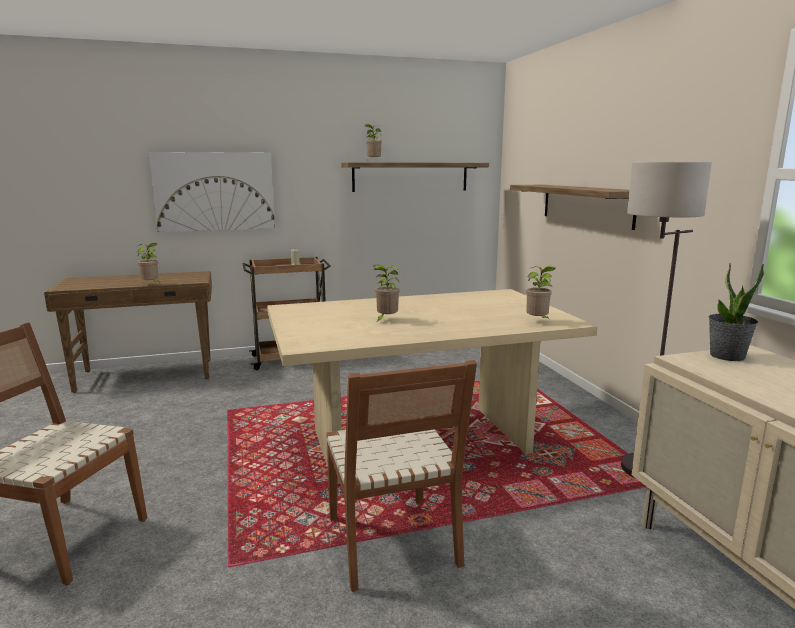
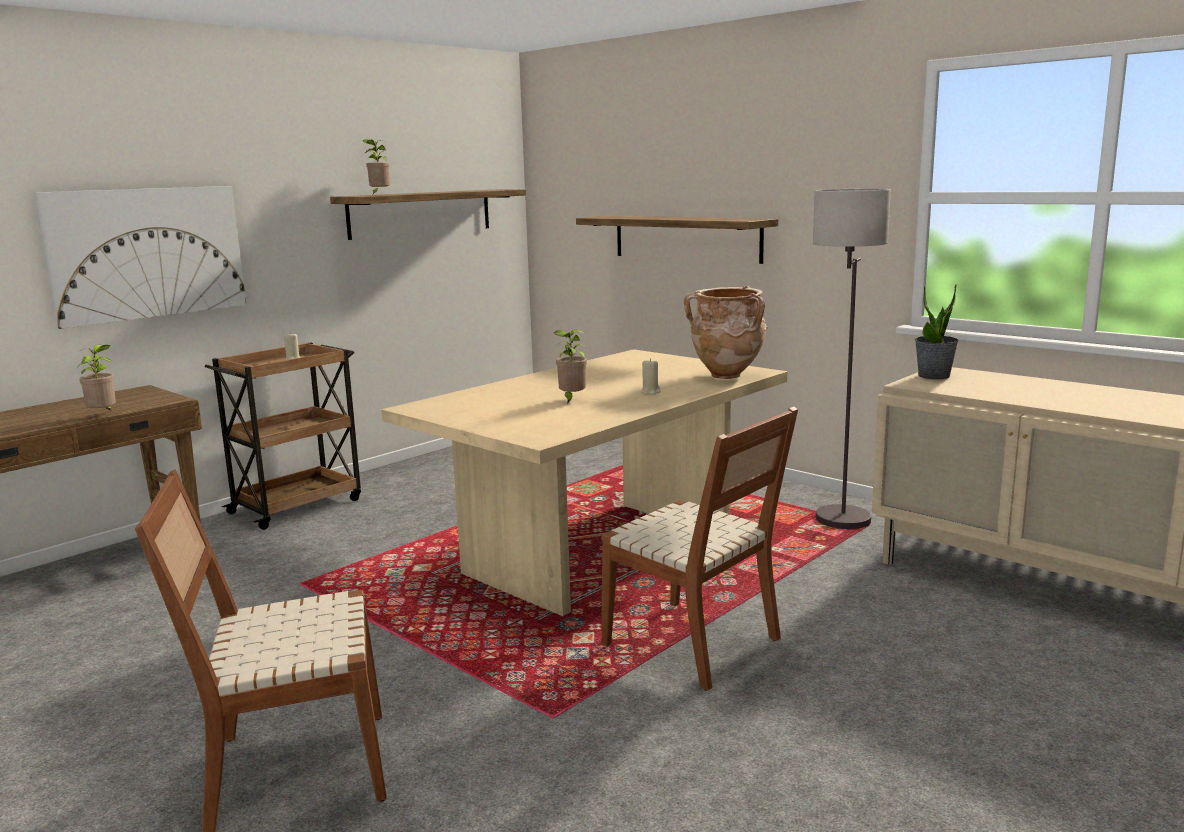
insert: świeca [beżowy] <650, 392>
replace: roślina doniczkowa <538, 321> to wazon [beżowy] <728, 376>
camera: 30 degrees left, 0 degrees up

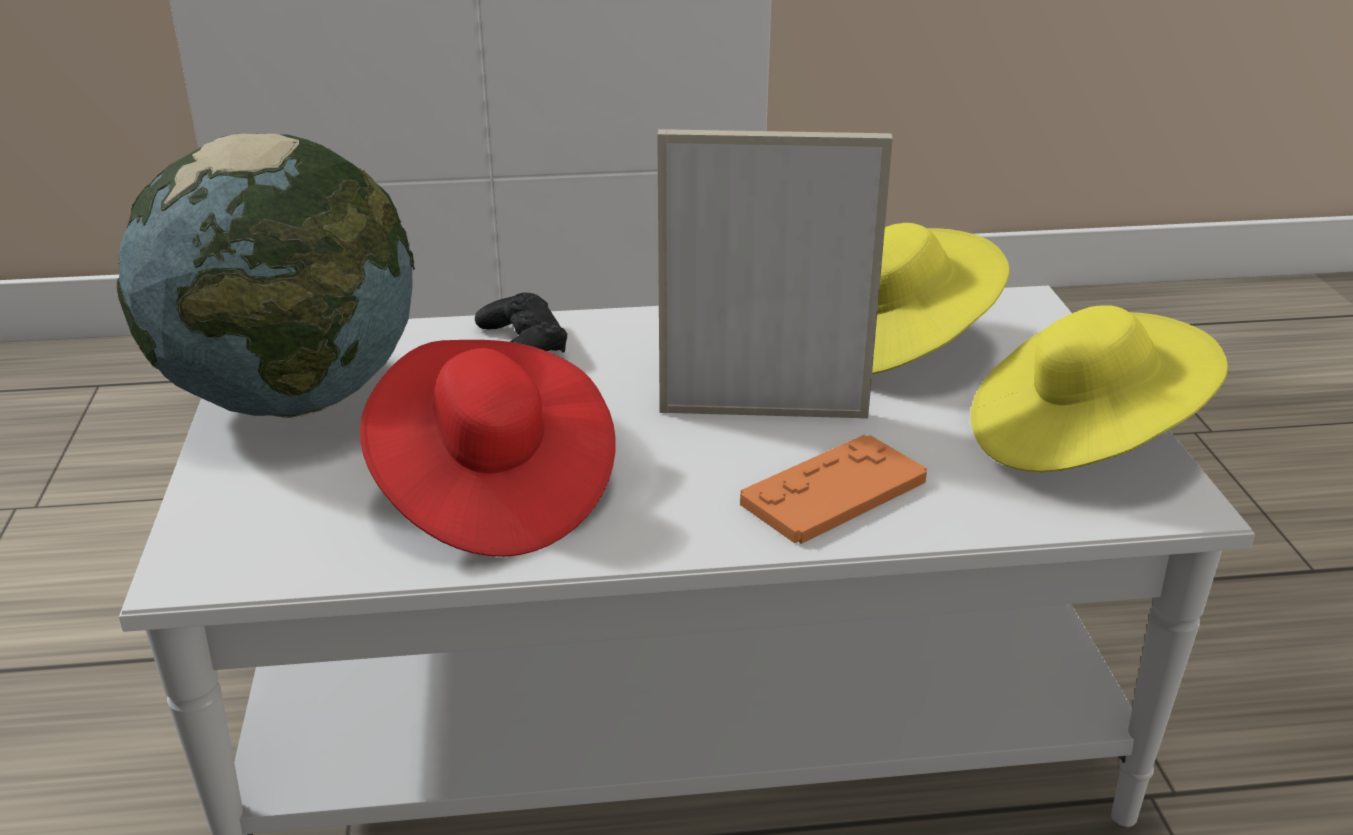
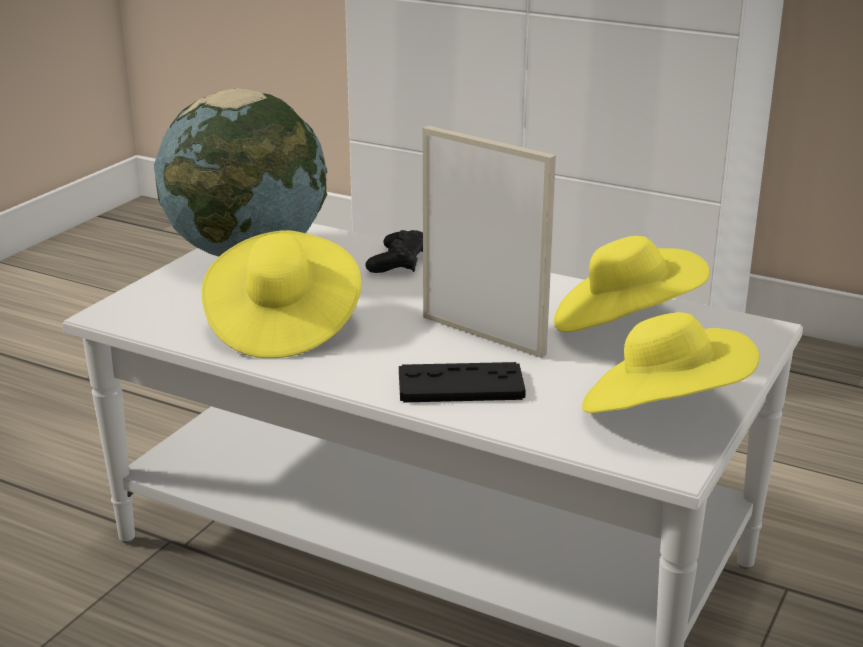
recolor: kapelusz [czerwony] <491, 491> to kapelusz [żółty] <282, 325>; pad do gier [pomarańczowy] <834, 491> to pad do gier [czarny] <460, 385>
camera: 35 degrees right, 5 degrees down

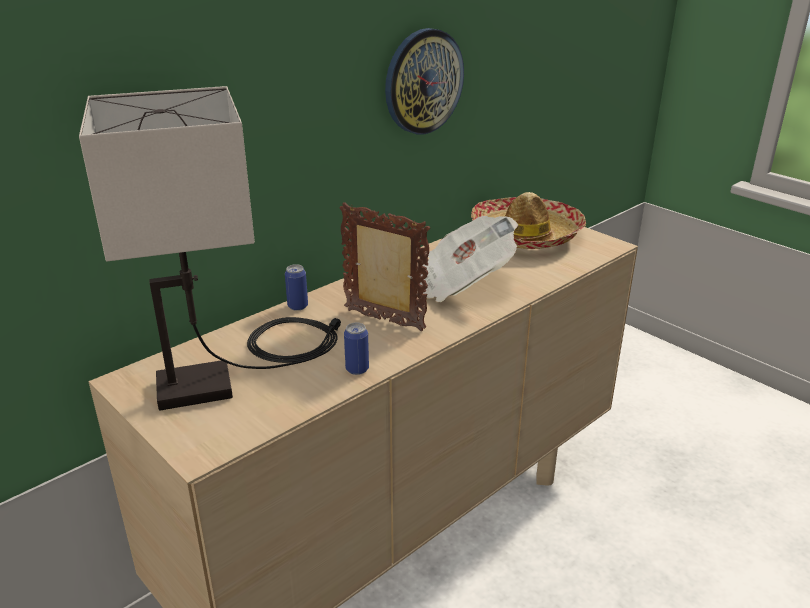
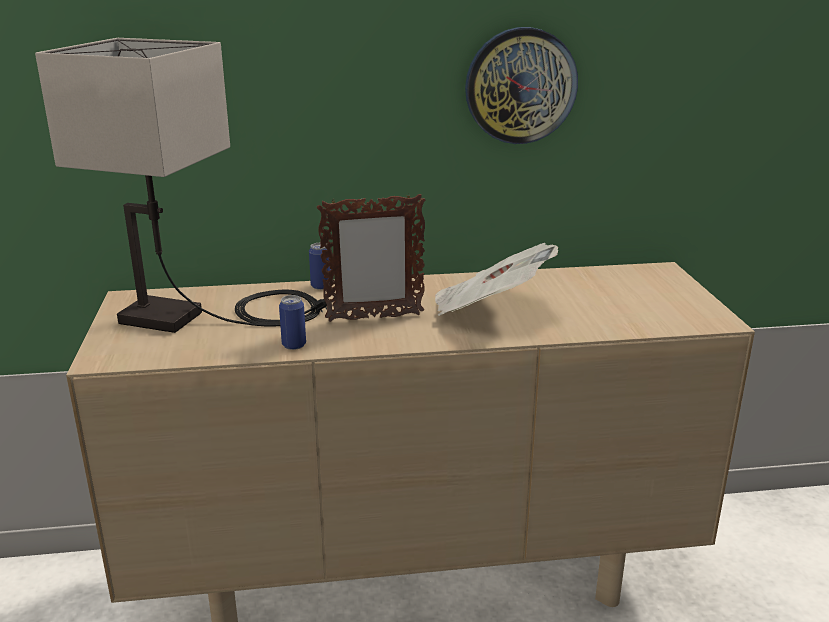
delete: kapelusz <526, 235>
rotate: ramka na zdjęcie <384, 321> = <373, 318> 105 degrees clockwise
camera: 35 degrees right, 5 degrees down

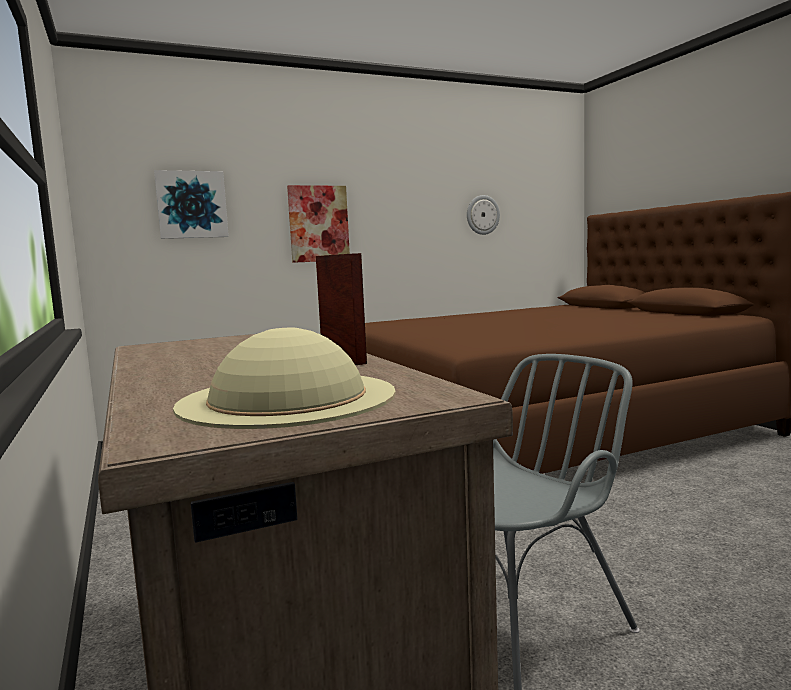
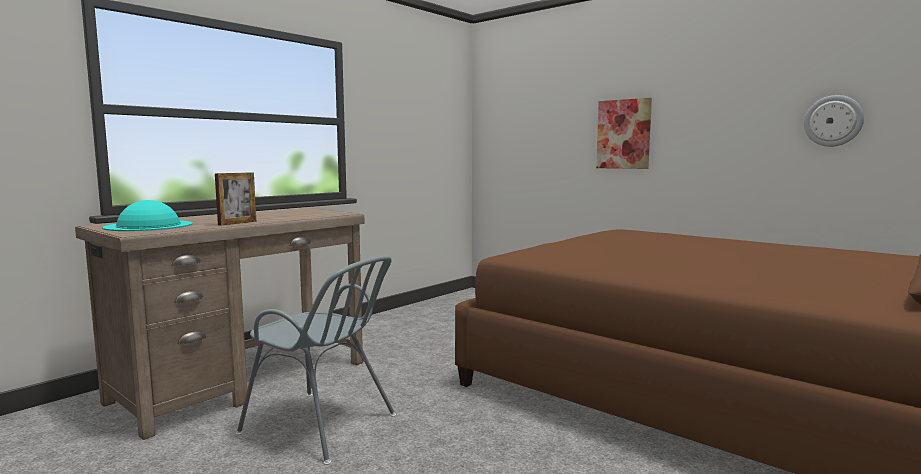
delete: obraz <191, 205>
recolor: kapelusz [beżowy] <287, 398> to kapelusz [turkusowy] <149, 225>
camera: 65 degrees right, 0 degrees up

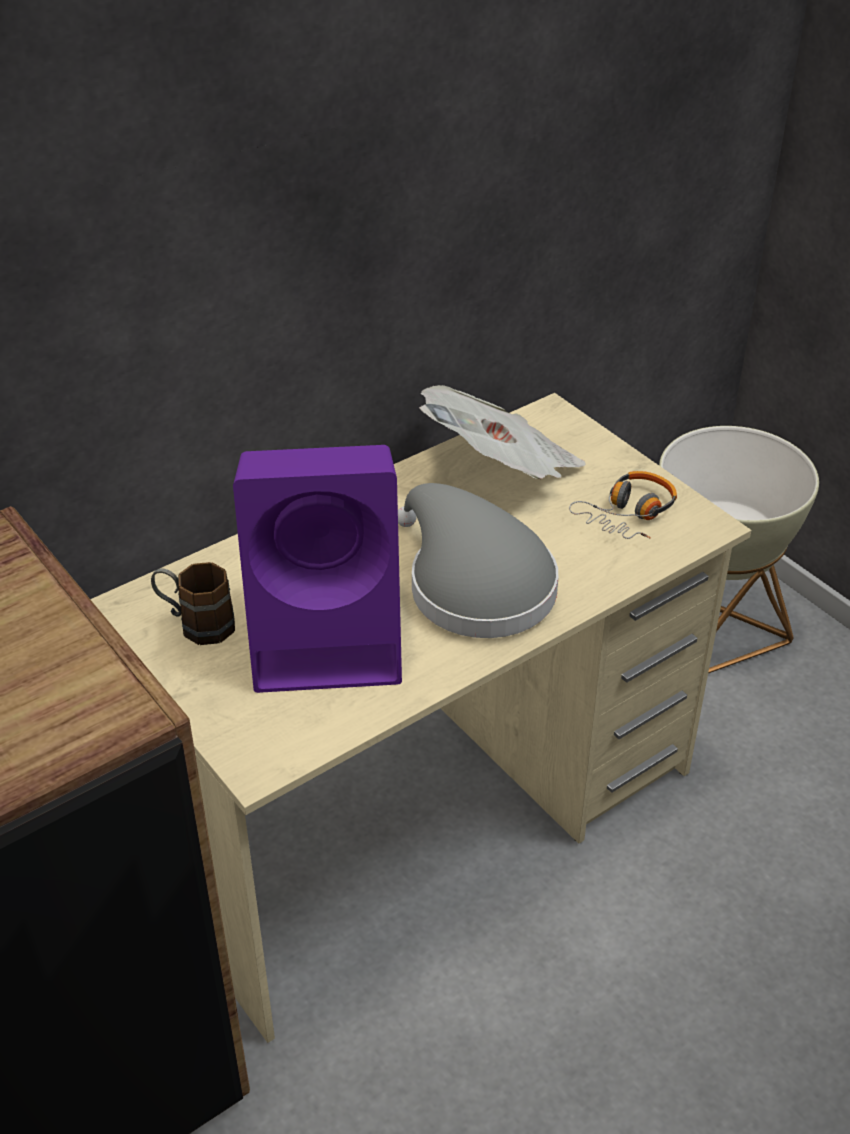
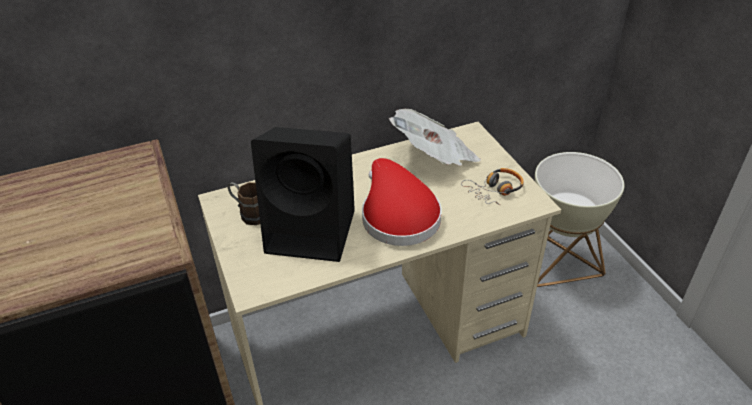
recolor: głośnik [fioletowy] <331, 637> to głośnik [czarny] <313, 231>; kapelusz [szary] <474, 584> to kapelusz [czerwony] <397, 215>
camera: 15 degrees right, 0 degrees up

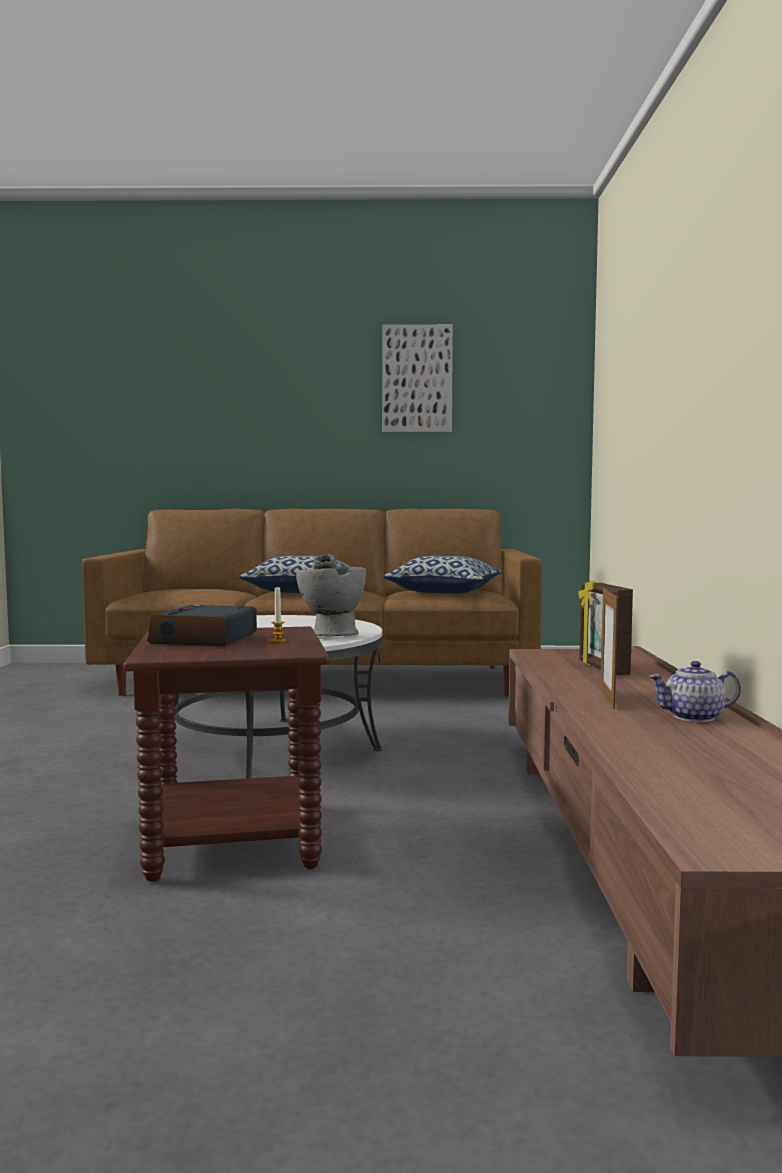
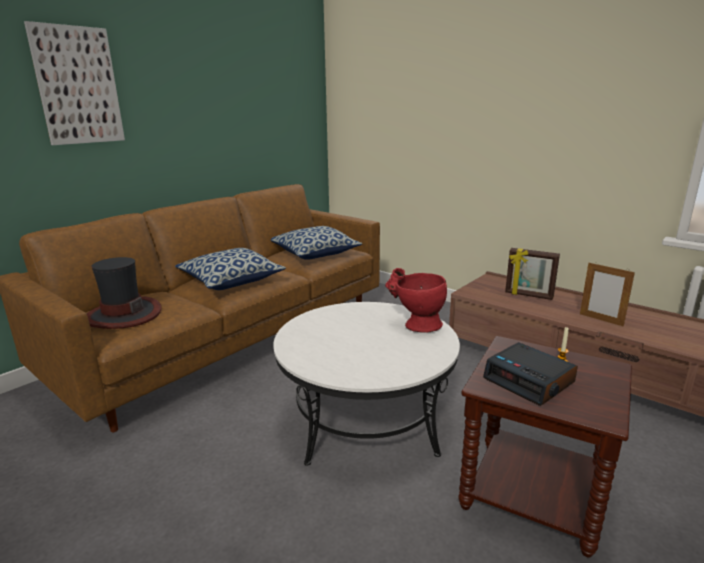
delete: imbryk <694, 717>
insert: kapelusz <123, 315>
move: obraz <417, 379> to <78, 86>
recolor: wazon [szary] <330, 634> to wazon [czerwony] <416, 326>
camera: 50 degrees left, 15 degrees up

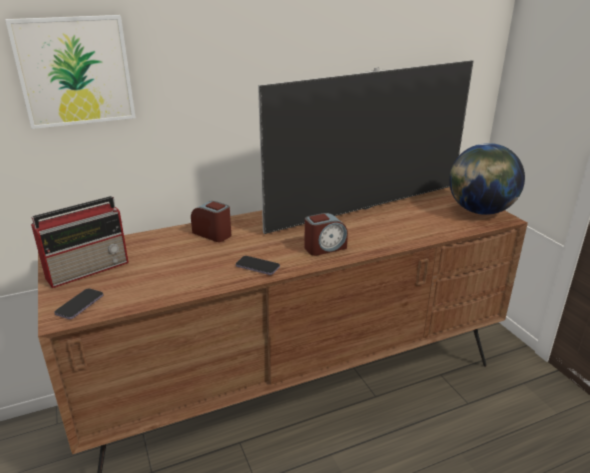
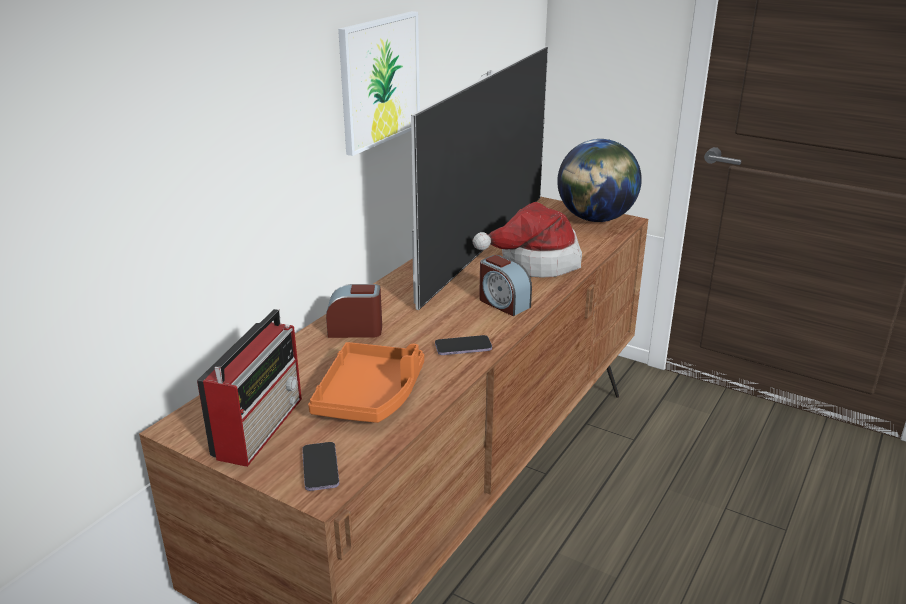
insert: kapelusz <534, 262>; taca [pomarańczowy] <370, 396>
move: obraz <75, 71> to <379, 81>
rotate: budzik <324, 248> = <503, 303> 105 degrees clockwise
camera: 35 degrees left, 0 degrees up

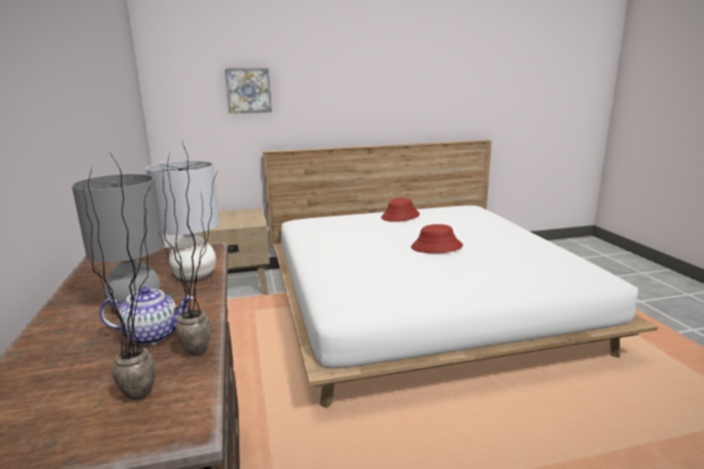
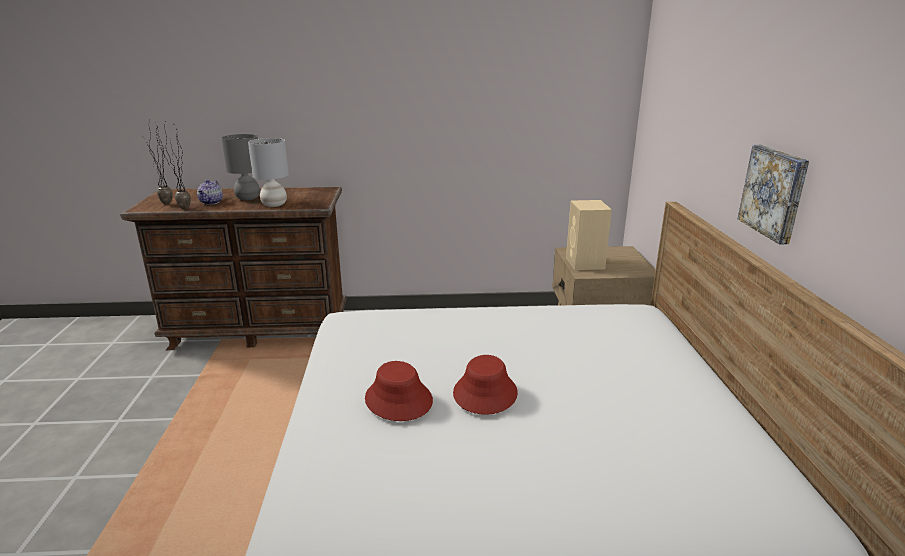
insert: głośnik [beżowy] <585, 263>
move: obraz <248, 90> to <775, 192>; kapelusz [czerwony] <400, 216> to <398, 400>
camera: 100 degrees right, 5 degrees up

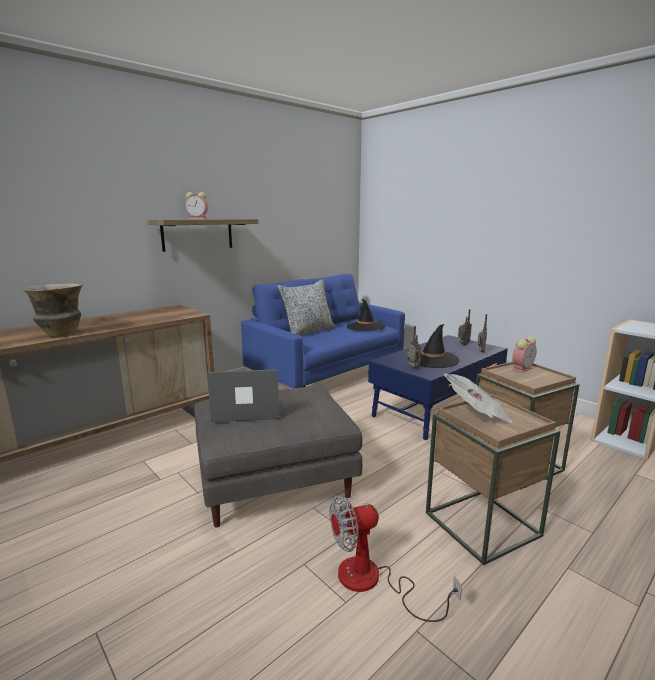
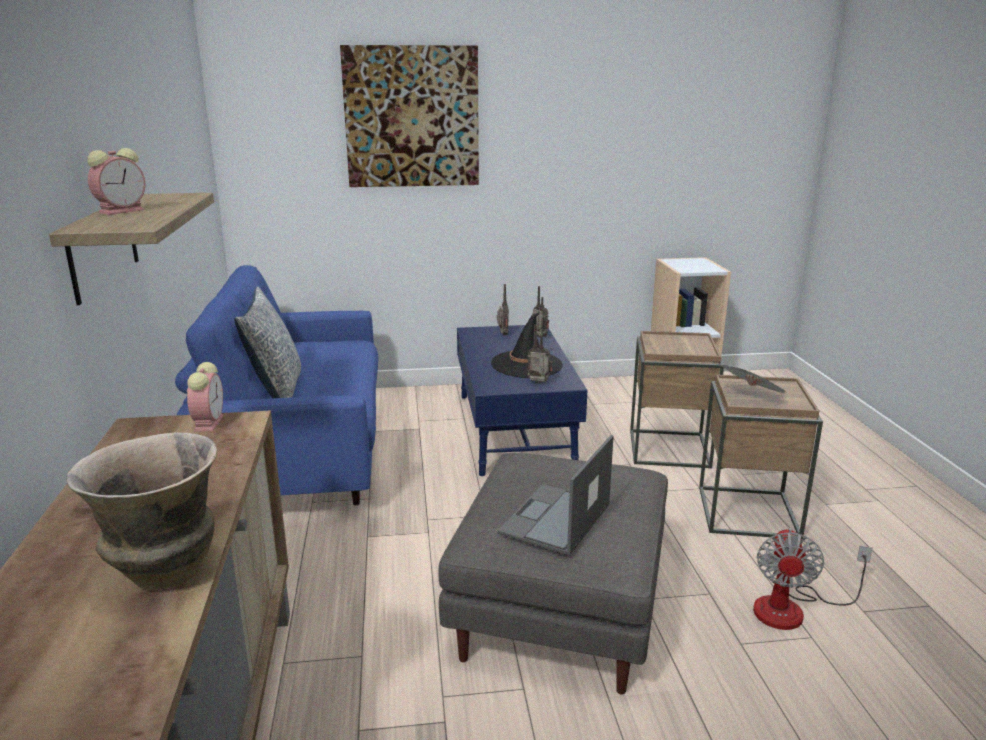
delete: kapelusz [czarny] <365, 326>
insert: obraz <412, 117>
move: budzik <522, 369> to <208, 422>
camera: 55 degrees left, 5 degrees up

